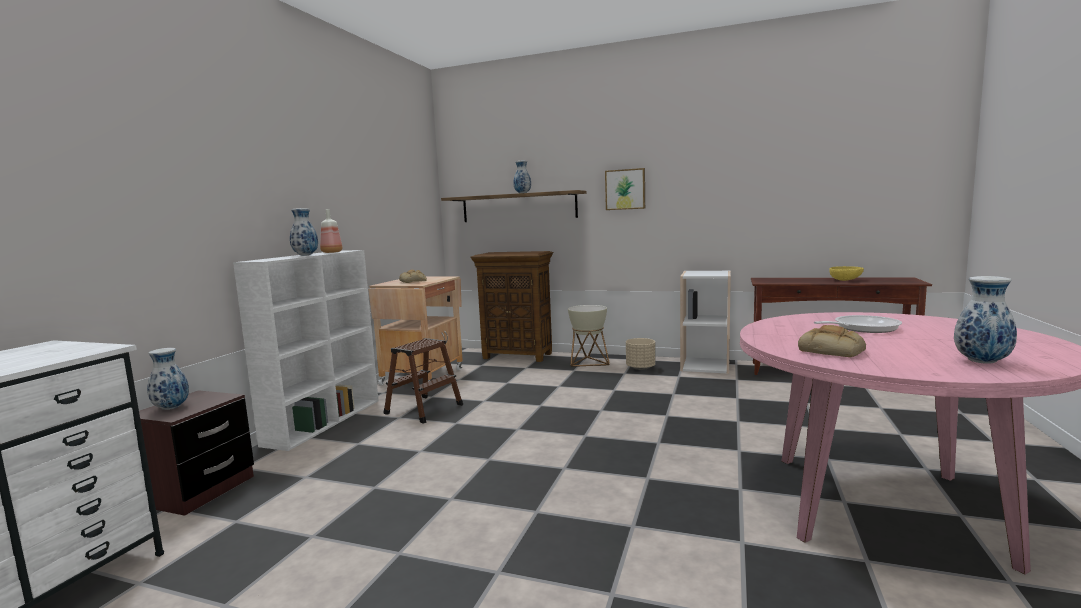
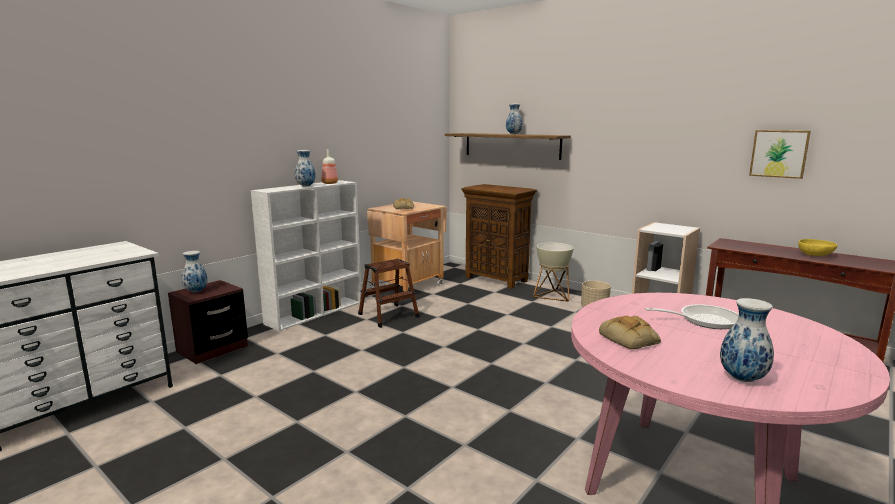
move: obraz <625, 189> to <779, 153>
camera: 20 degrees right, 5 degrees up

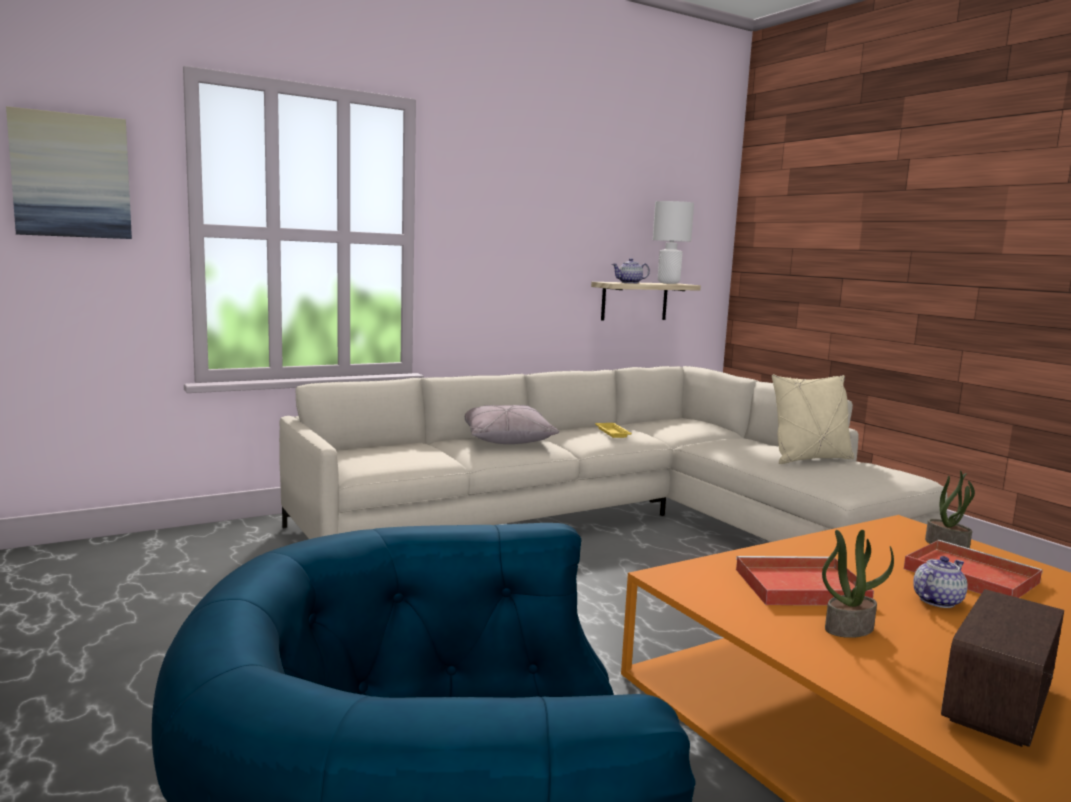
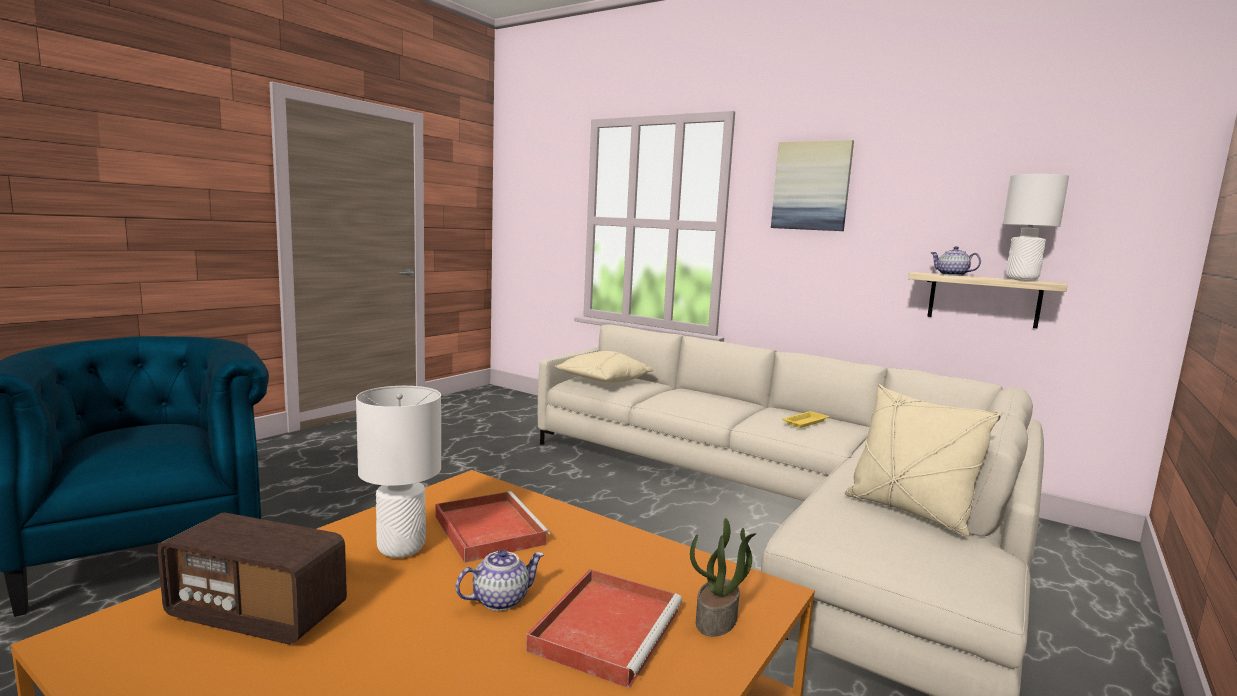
delete: poduszka [fioletowy] <505, 439>
insert: poduszka [beżowy] <603, 381>
move: obraz <71, 176> to <811, 186>
replace: roślina doniczkowa <849, 628> to lampa stołowa [biały] <402, 550>
rotate: imbryk <936, 600> = <501, 599> 60 degrees counterclockwise
camera: 65 degrees right, 0 degrees up

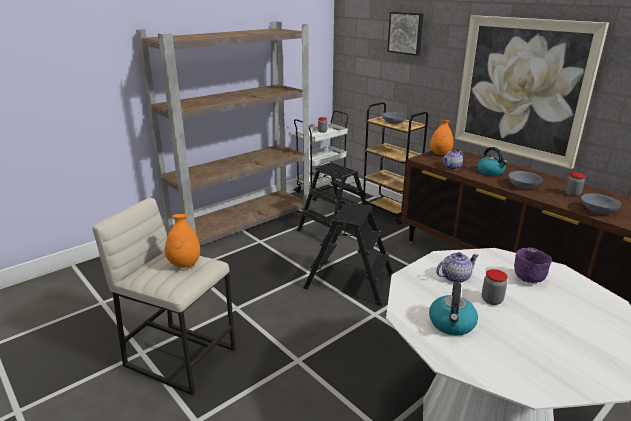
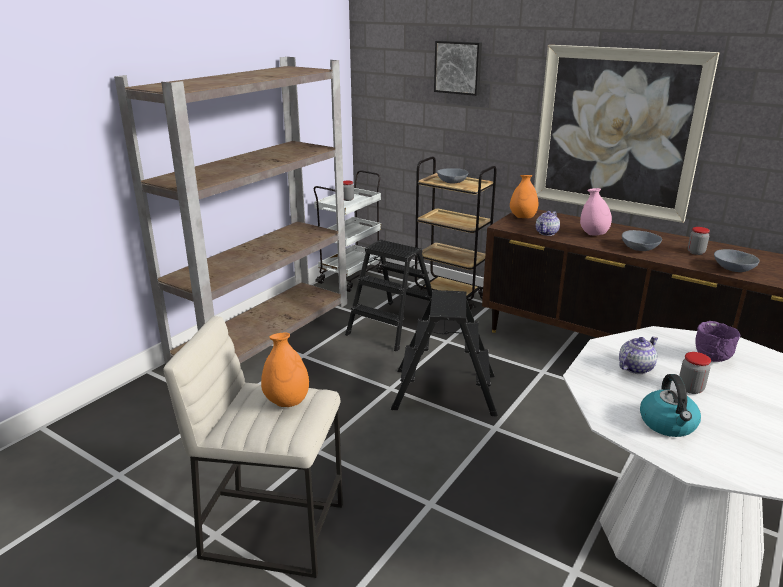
replace: czajnik <491, 172> to wazon [różowy] <593, 234>
camera: 15 degrees left, 0 degrees up

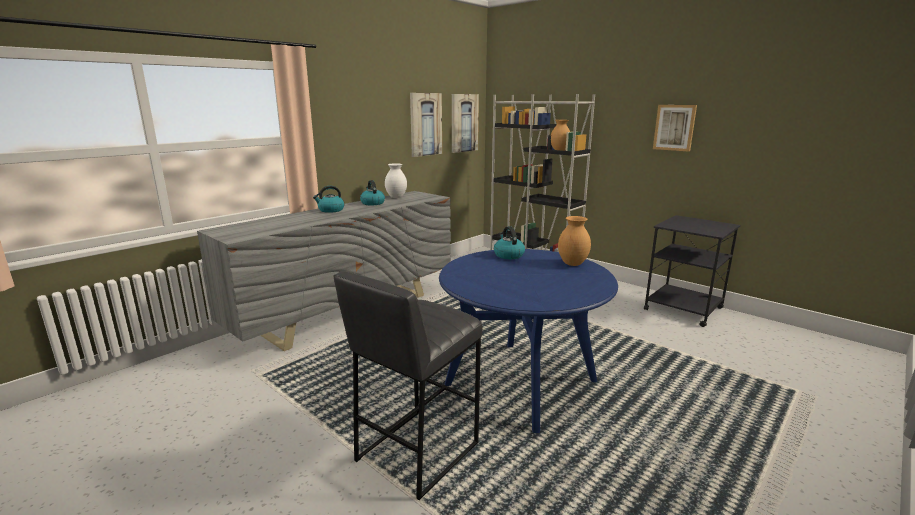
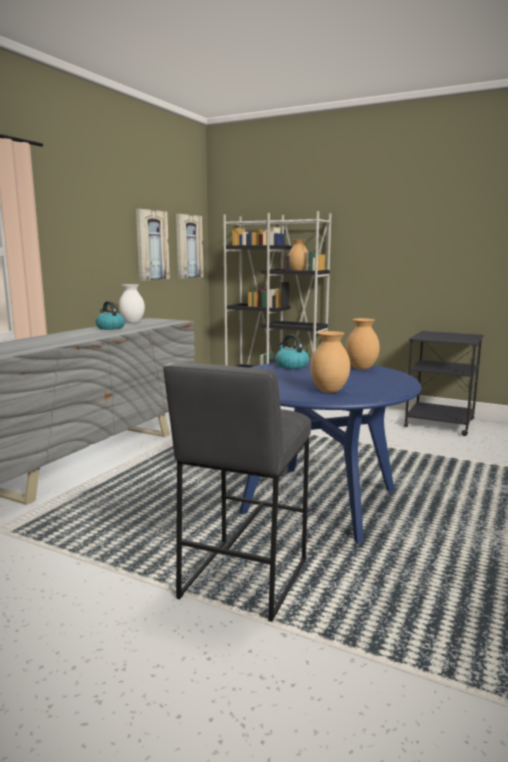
delete: obraz <674, 127>; czajnik <330, 210>
insert: wazon [brązowy] <330, 391>
camera: 15 degrees left, 5 degrees down

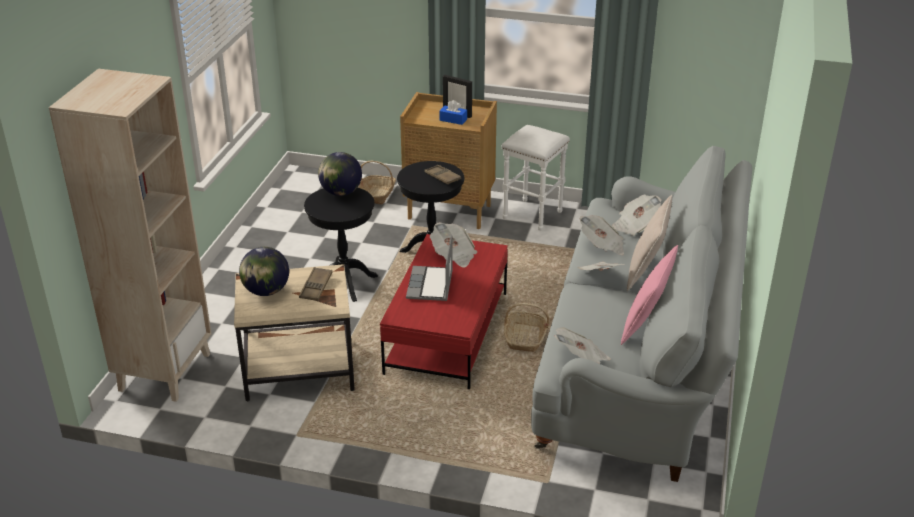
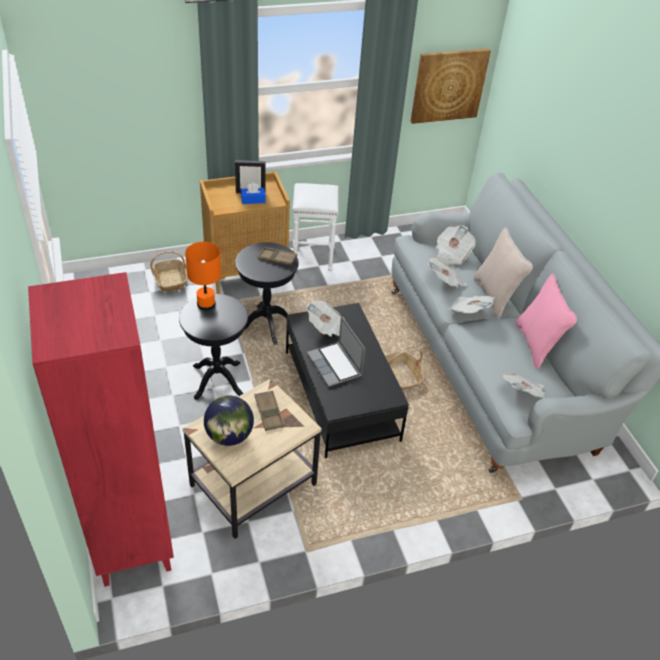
insert: obraz <448, 85>
replace: globus <341, 193> to lampa stołowa [pomarańczowy] <205, 304>
recolor: regał [beżowy] <164, 371> to regał [czerwony] <132, 543>; ława [czerwony] <447, 333> to ława [czarny] <341, 395>
camera: 35 degrees left, 10 degrees up

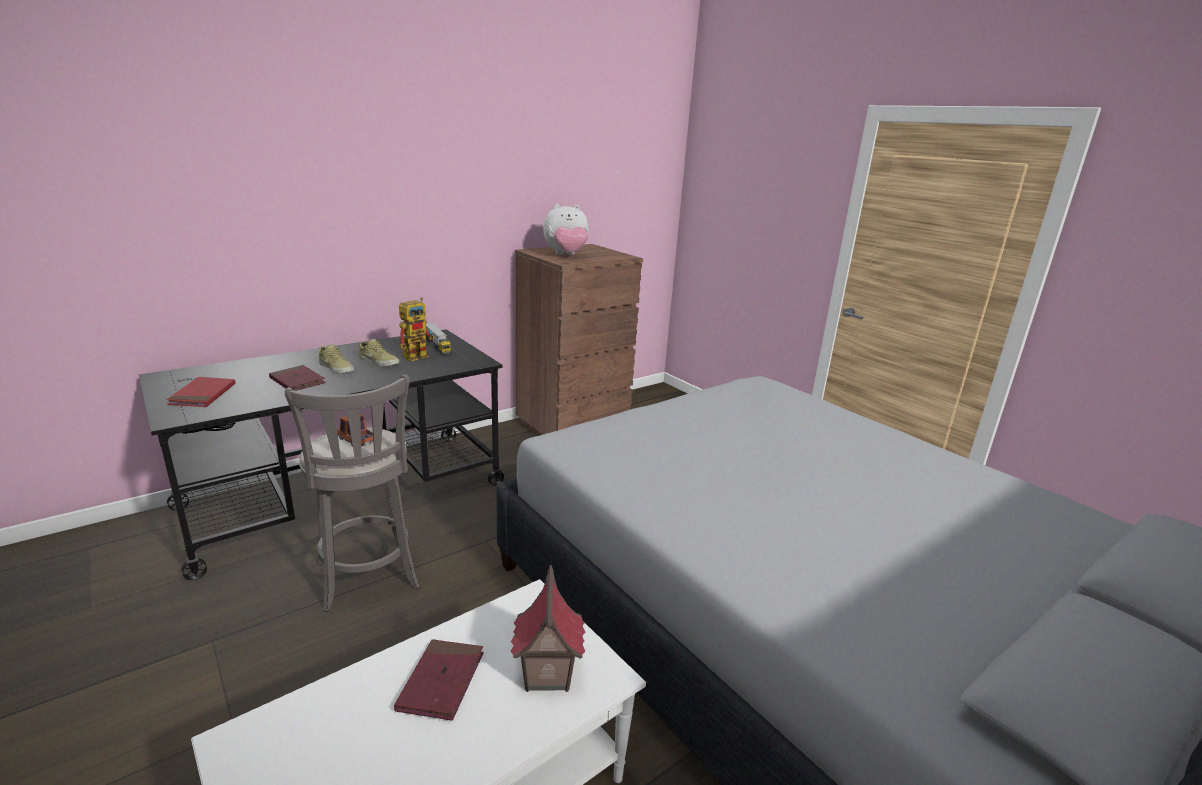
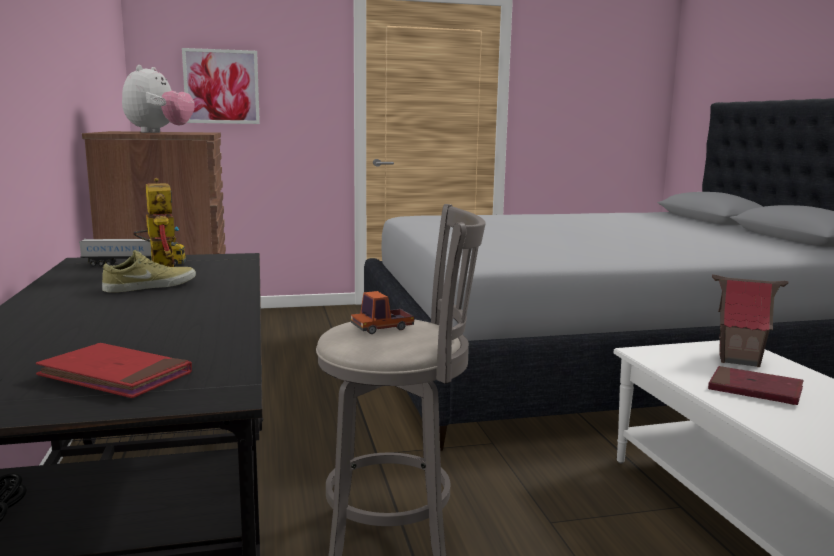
delete: but [beżowy] <337, 368>; książka [czerwony] <297, 381>
insert: obraz <221, 86>
camera: 65 degrees left, 10 degrees down

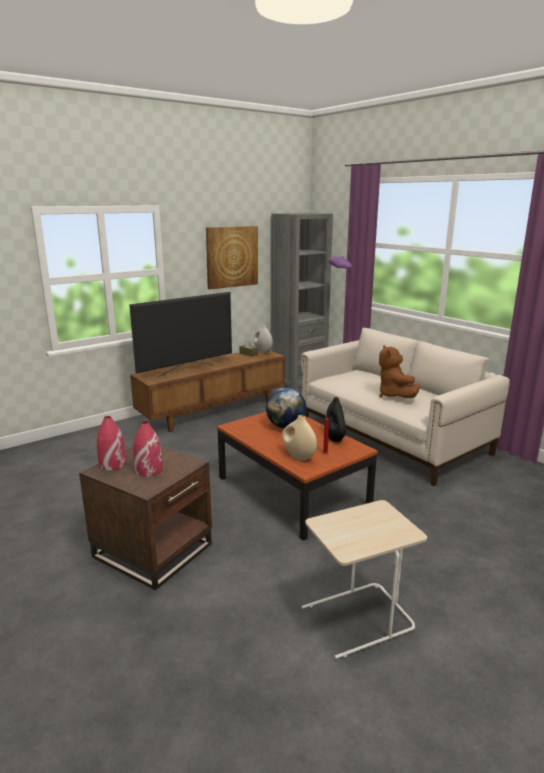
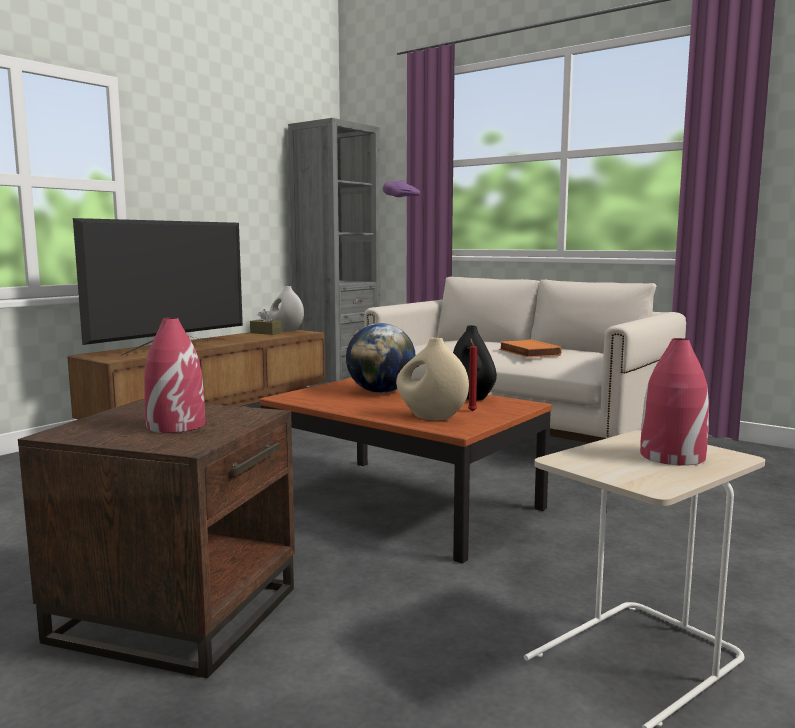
delete: obraz <232, 257>
move: wazon [czerwony] <112, 464> to <671, 456>
replace: pluszak [brązowy] <394, 396> to książka [pomarańczowy] <527, 353>
camera: 15 degrees left, 10 degrees down

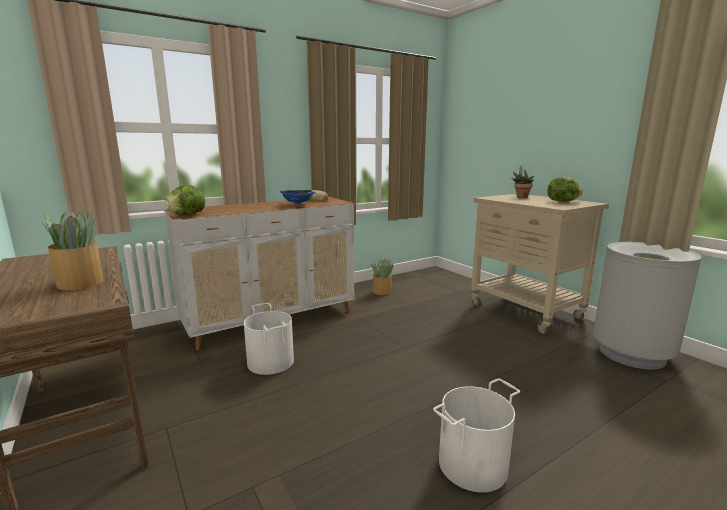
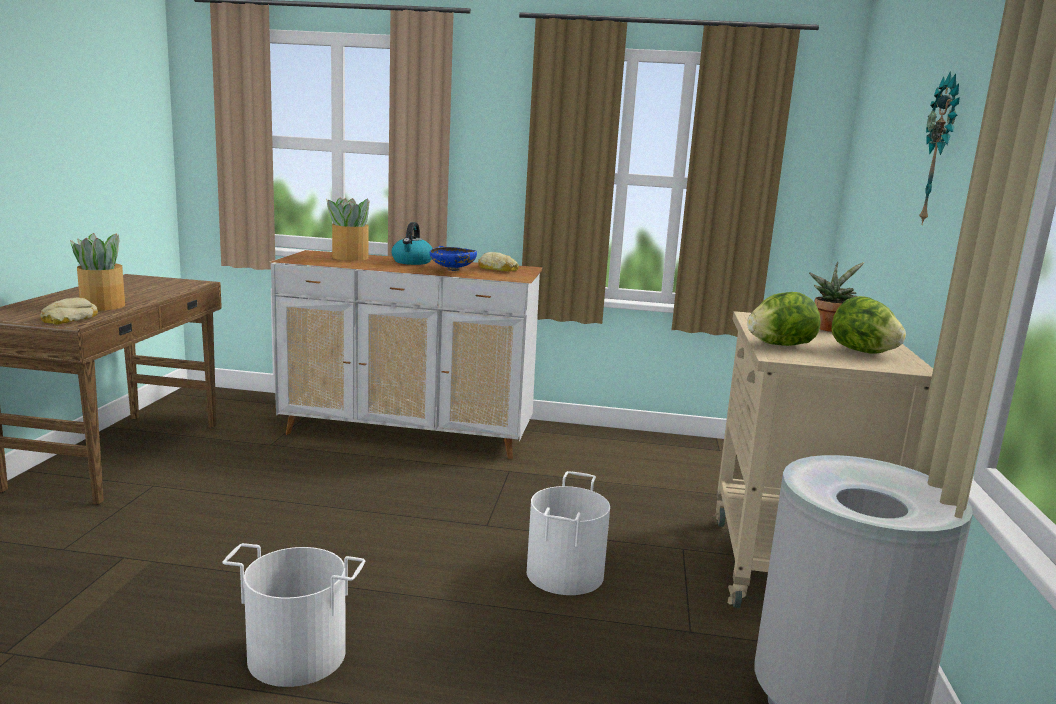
insert: zegar ścienny <942, 150>; czajnik <412, 262>; chleb <68, 319>
move: sałata <186, 215> to <780, 345>; roślina doniczkowa <381, 291> to <349, 257>; wiadro [biały] <271, 362> to <566, 574>
camera: 40 degrees right, 0 degrees up

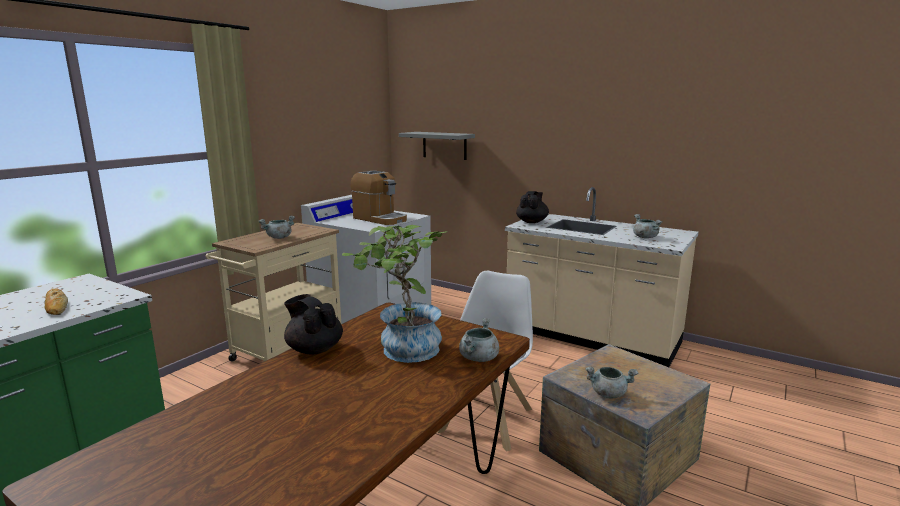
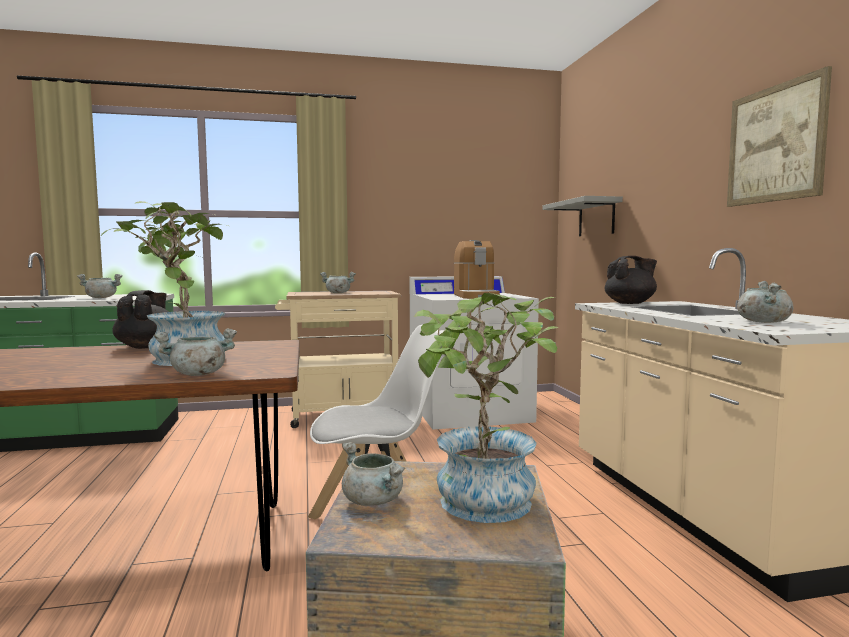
insert: obraz <775, 144>; roślina doniczkowa <481, 508>
replace: chleb <56, 305> to garnek [szary] <101, 298>
camera: 45 degrees right, 10 degrees down

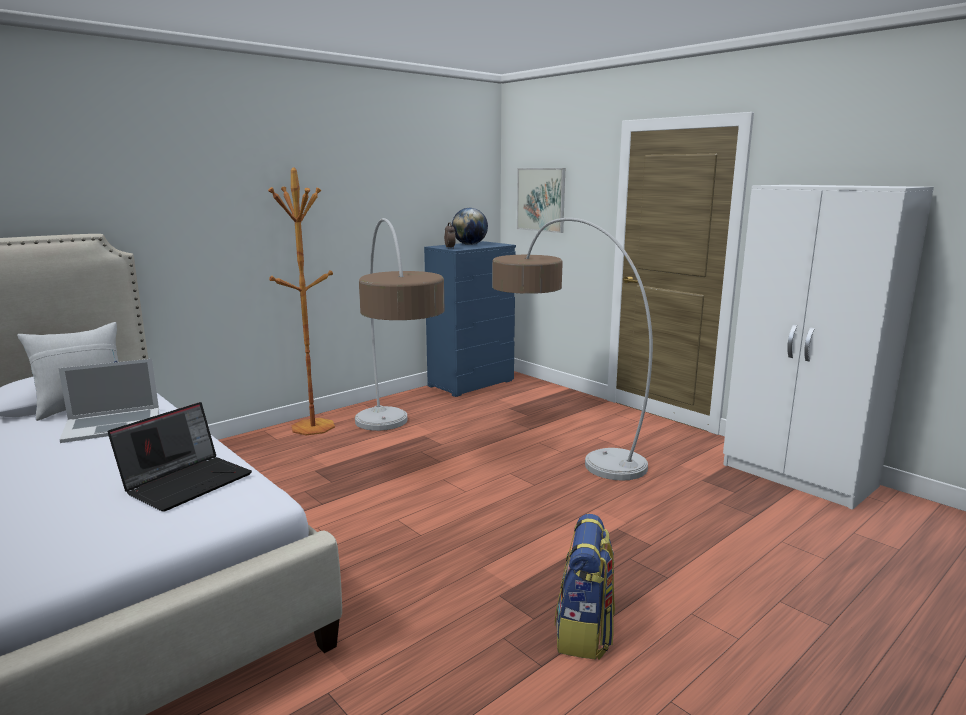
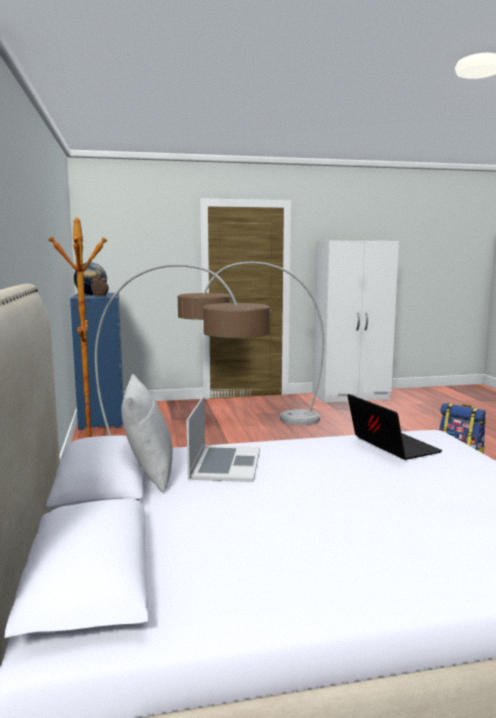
delete: obraz <541, 199>
camera: 60 degrees left, 5 degrees down

